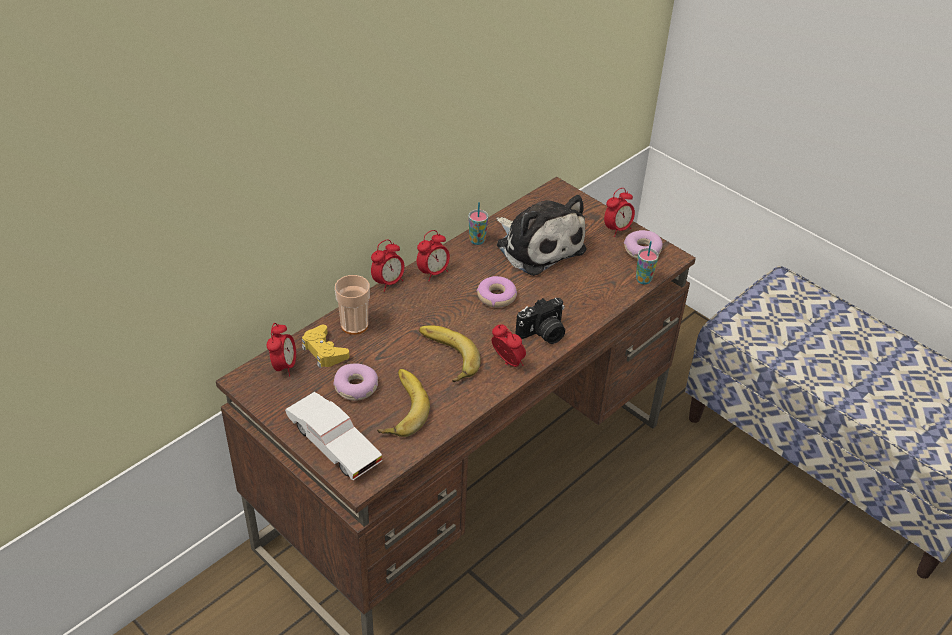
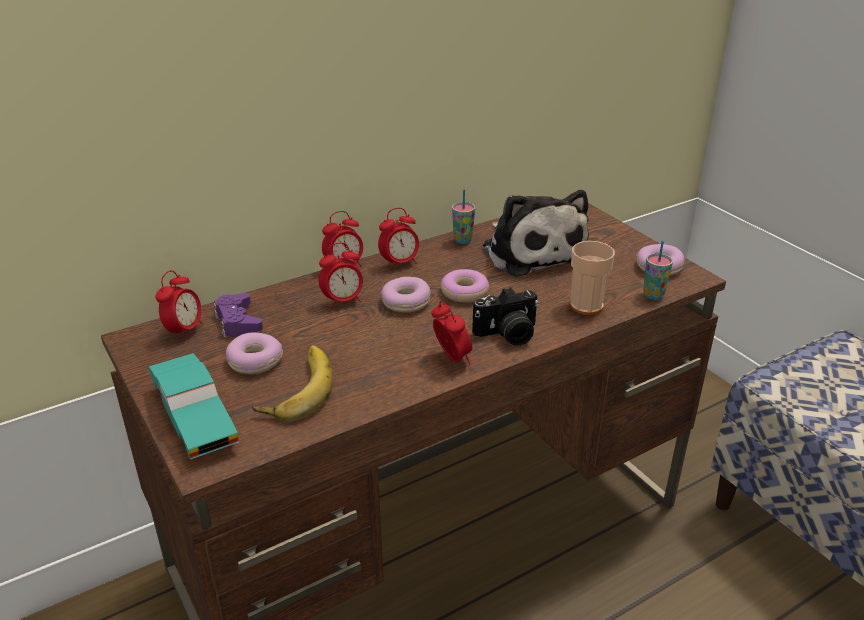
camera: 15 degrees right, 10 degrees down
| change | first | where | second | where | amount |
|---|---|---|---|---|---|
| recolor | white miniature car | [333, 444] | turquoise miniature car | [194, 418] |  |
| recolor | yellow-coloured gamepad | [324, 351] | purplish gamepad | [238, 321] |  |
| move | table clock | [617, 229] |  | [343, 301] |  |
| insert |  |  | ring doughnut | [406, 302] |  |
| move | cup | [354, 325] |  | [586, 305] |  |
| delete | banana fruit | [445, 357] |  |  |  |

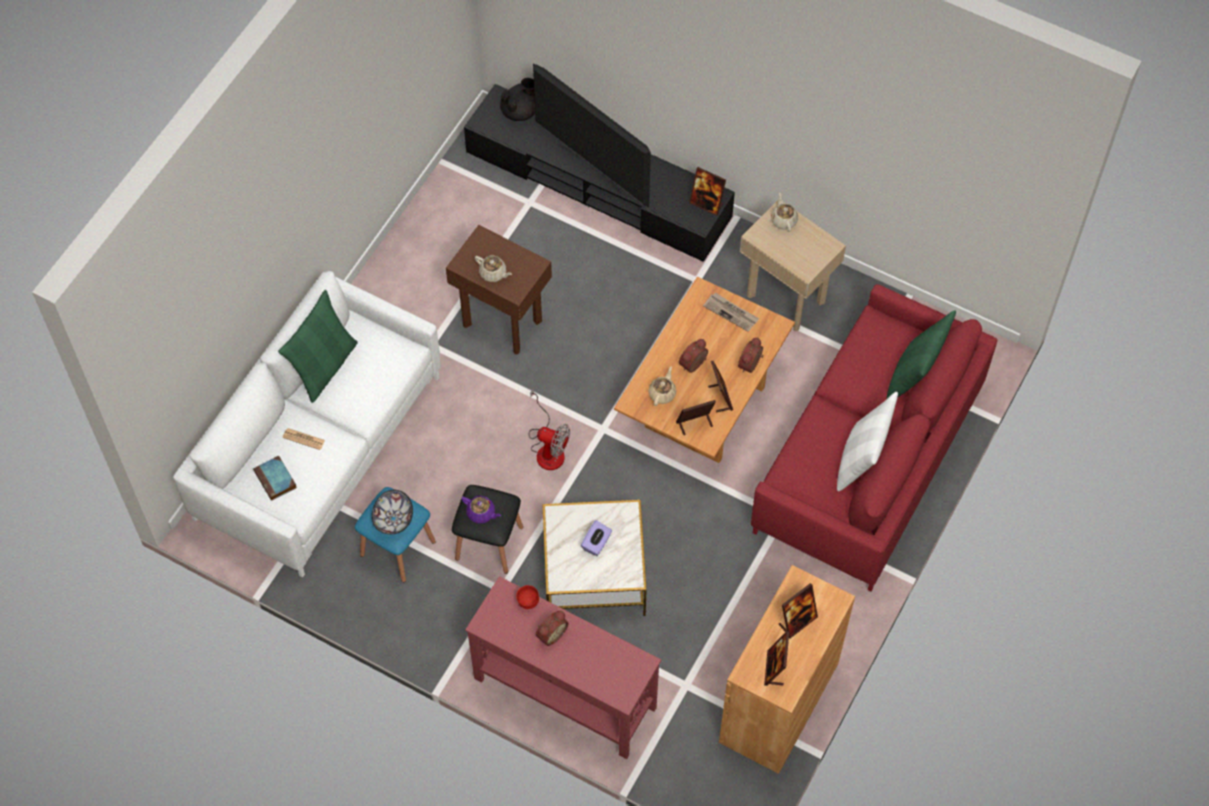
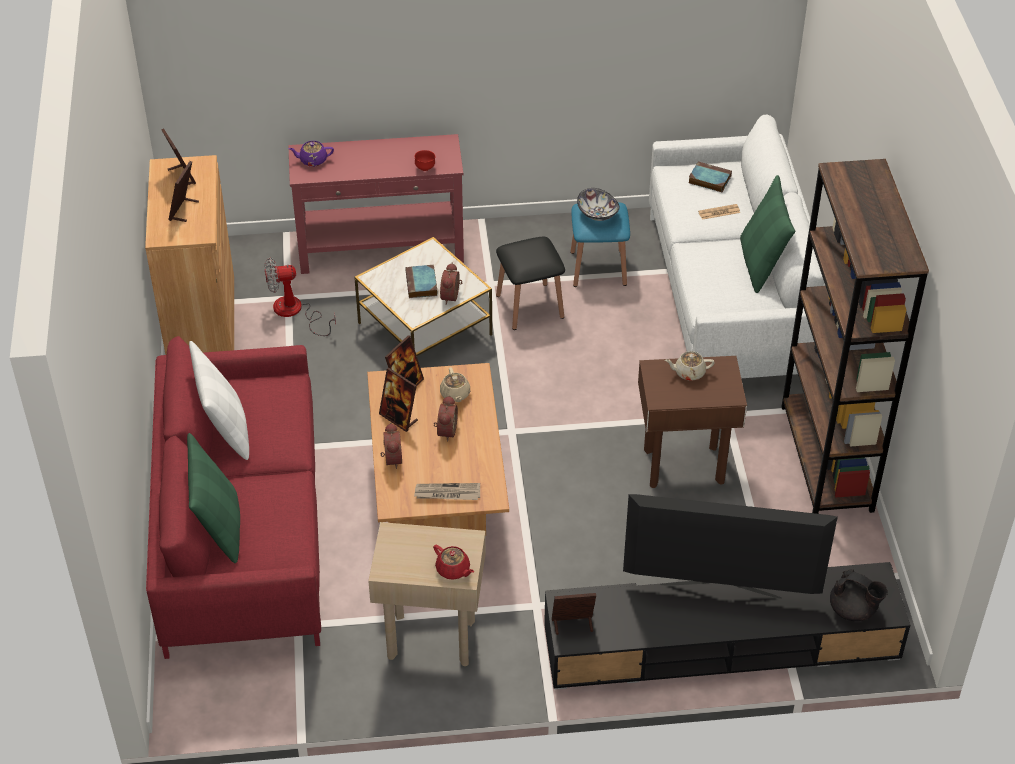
camera: 145 degrees right, 15 degrees down
| change | first | where | second | where | amount |
|---|---|---|---|---|---|
| move | fan | [548, 448] |  | [295, 312] |  |
| move | purplish tea pot | [481, 513] |  | [312, 160] |  |
| replace | purplish tissue box | [596, 543] | volume | [422, 285] |  |
| recolor | beige tea pot | [784, 220] | red tea pot | [453, 570] |  |
| move | table clock | [550, 633] |  | [452, 296] |  |
| insert |  |  | brownish shelving unit | [826, 458] |  |
| rotate | black-coloured tea pot | [520, 111] |  | [853, 610] | 75 degrees counterclockwise |

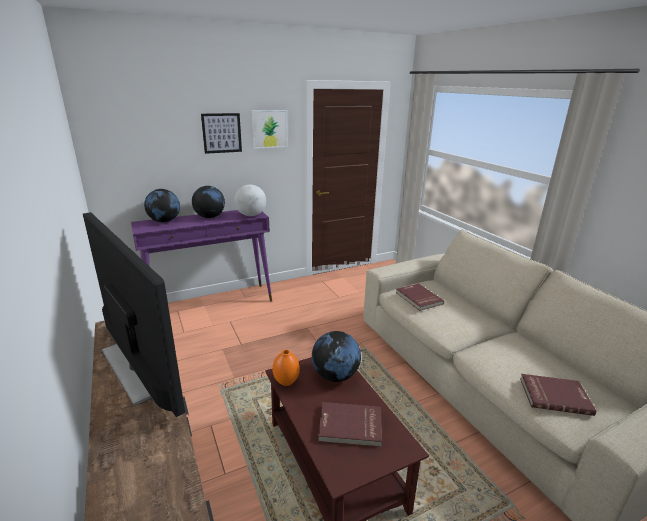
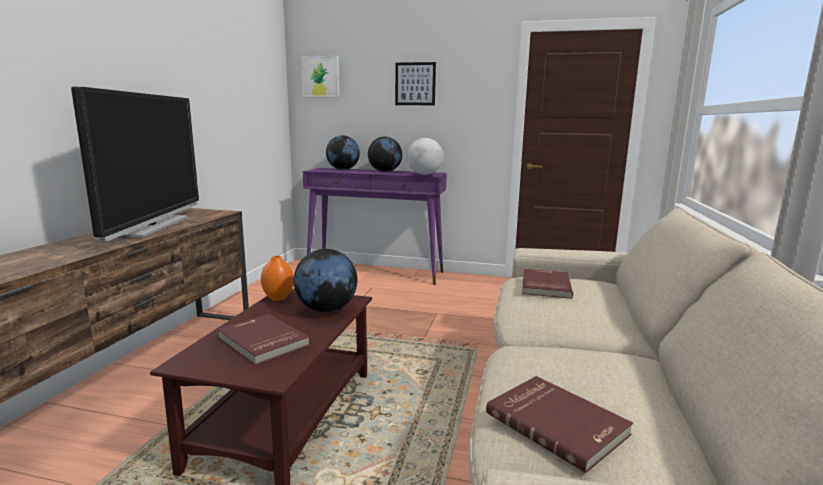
camera: 40 degrees right, 10 degrees down
| change | first | where | second | where | amount |
|---|---|---|---|---|---|
| move | wall picture | [269, 129] |  | [320, 76] |  |

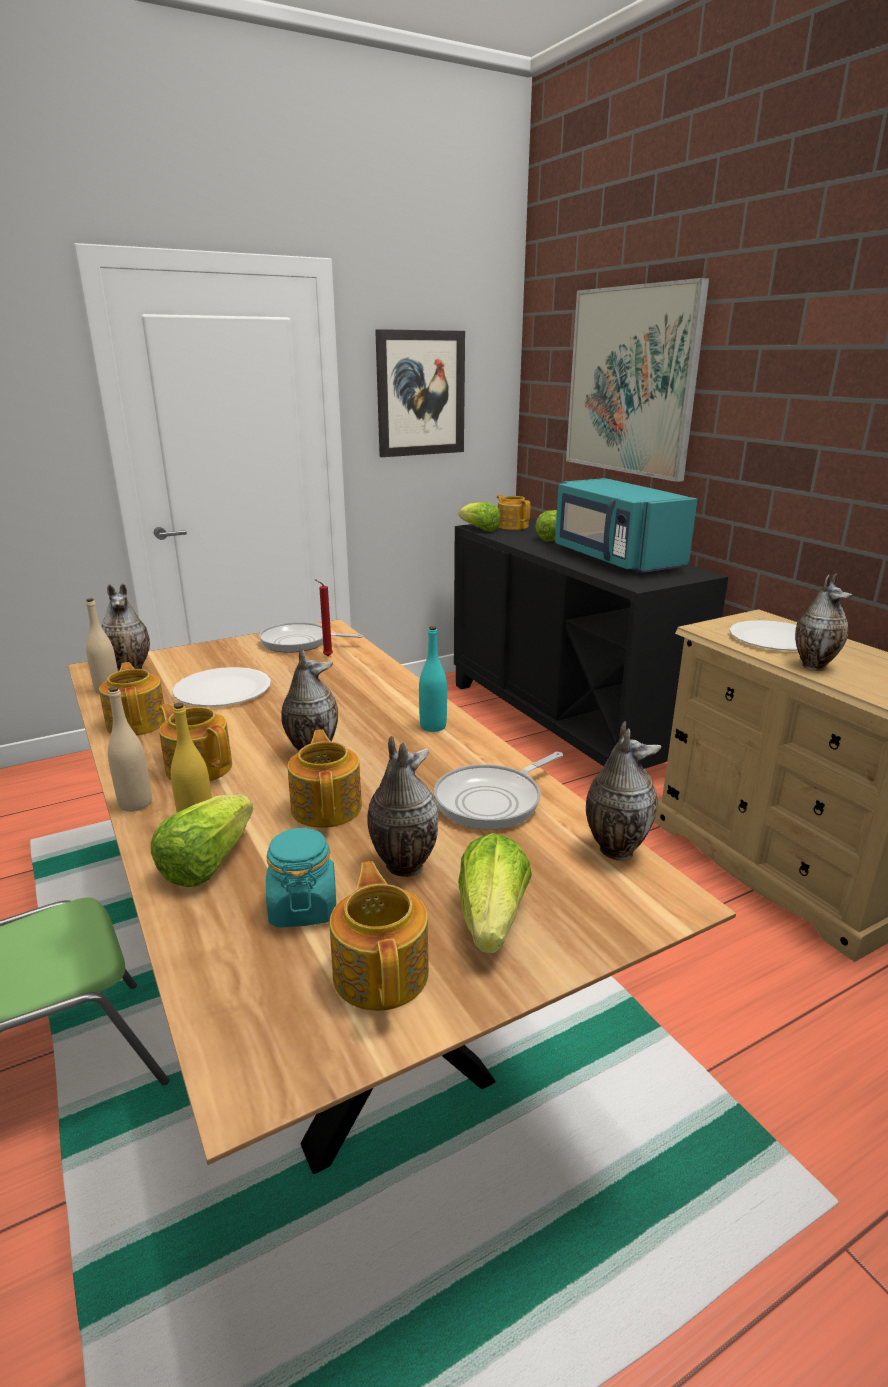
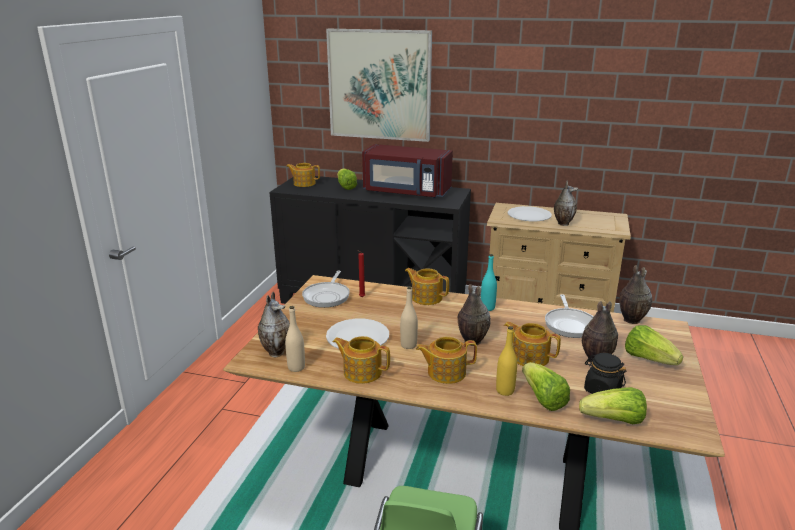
camera: 45 degrees left, 0 degrees up
| change | first | where | second | where | amount |
|---|---|---|---|---|---|
| rotate | pan | [299, 642] |  | [327, 296] | 45 degrees counterclockwise |
| recolor | turquoise microwave | [614, 559] | red microwave | [406, 192] |  |
| move | beige bottle | [135, 804] |  | [408, 345] |  |
| move | tea pot | [382, 971] |  | [426, 297] |  |
| move | lettuce head | [479, 529] |  | [614, 421] |  |
| recolor | turquoise preserve jar | [303, 907] | black-coloured preserve jar | [602, 390] |  |
| delete | wall picture | [420, 394] |  |  |  |

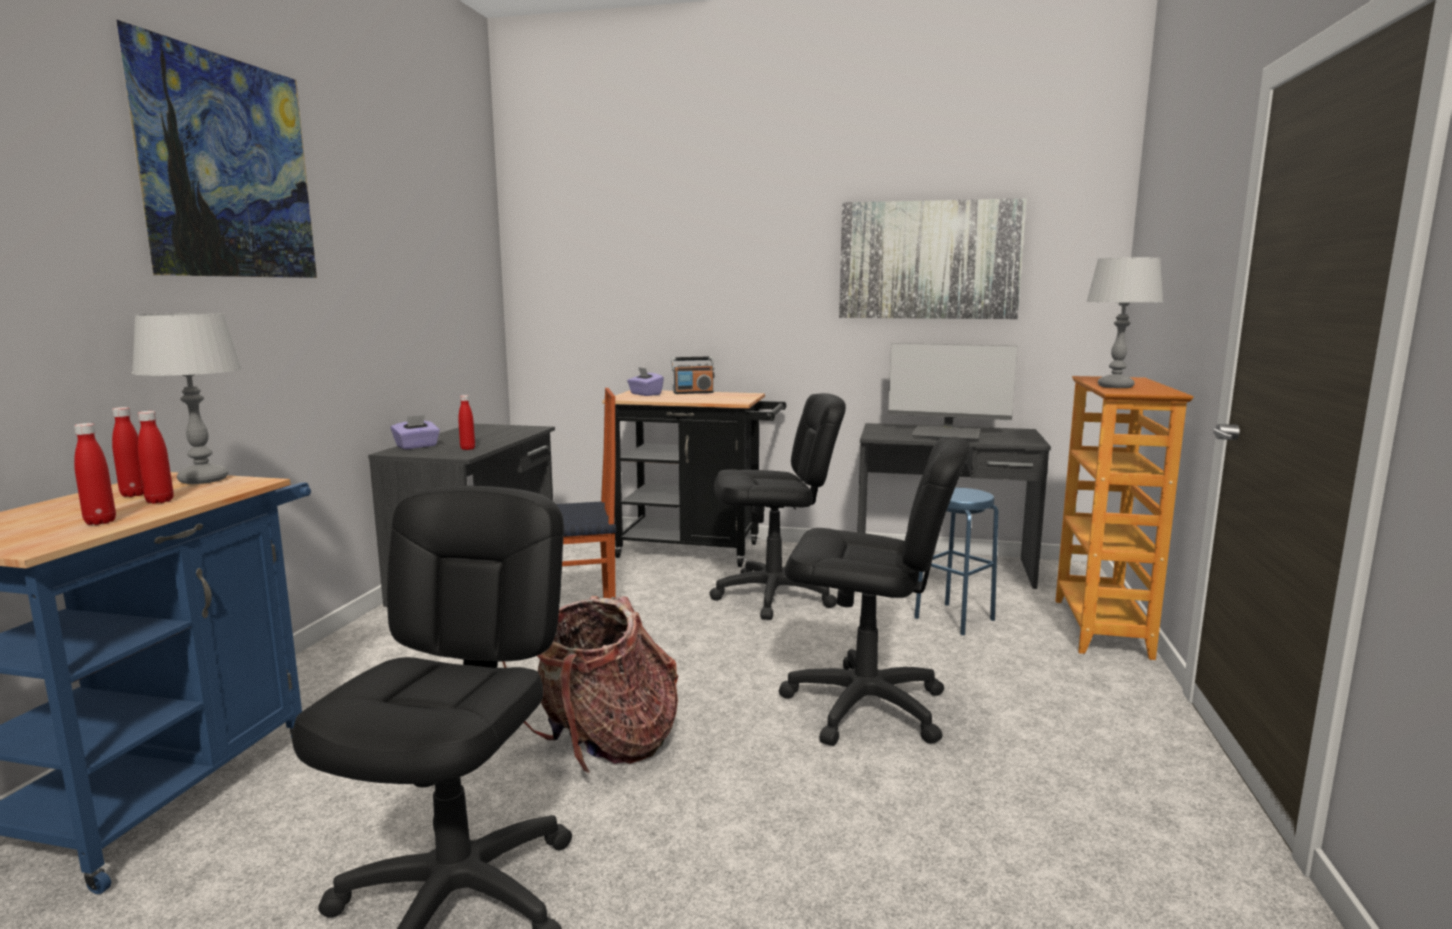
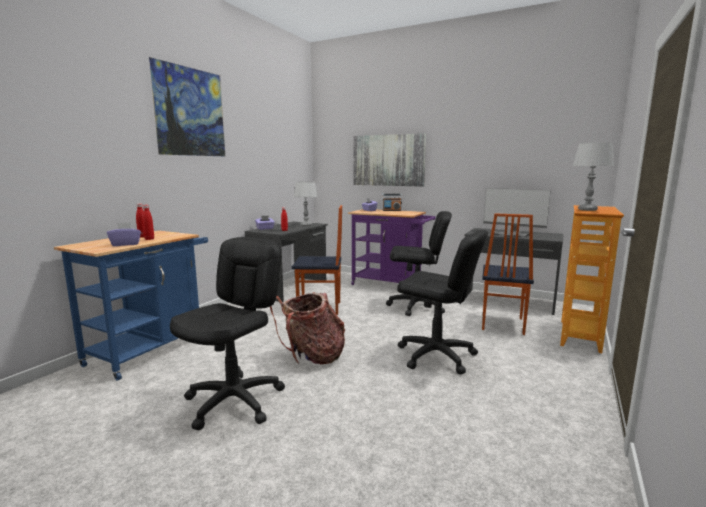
camera: 15 degrees right, 0 degrees up
| change | first | where | second | where | amount |
|---|---|---|---|---|---|
| replace | red bottle | [100, 522] | purplish tissue box | [126, 244] |  |
| move | gray table lamp | [203, 480] |  | [306, 225] |  |
| recolor | black-coloured trolley | [698, 551] | purplish trolley | [390, 284] |  |
| move | wall picture | [929, 260] |  | [388, 160] |  |
| replace | bluish sitting stool | [954, 618] | chair | [501, 324] |  |

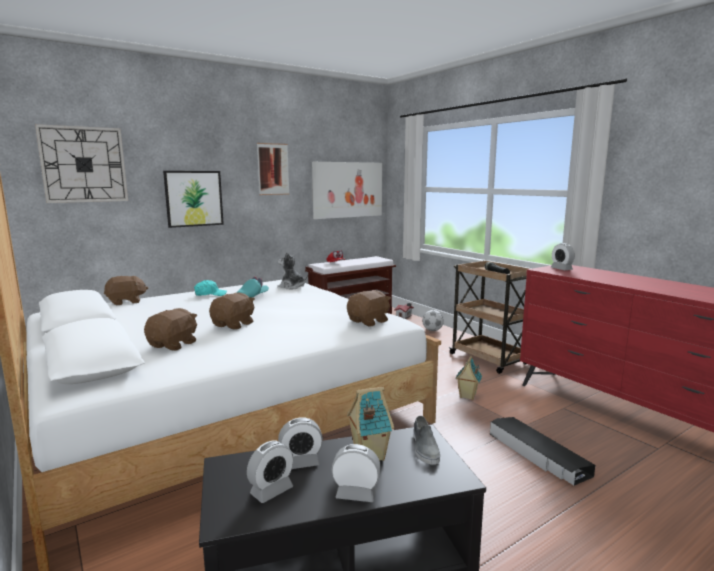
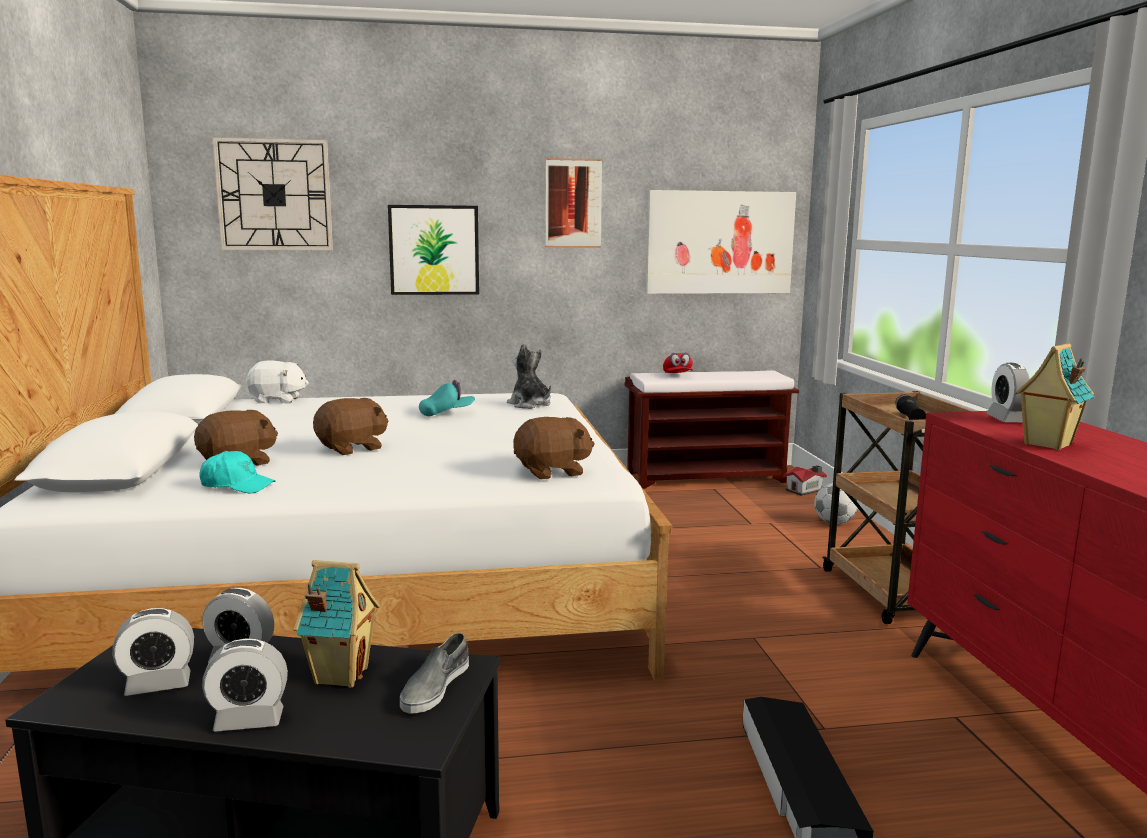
camera: 25 degrees right, 0 degrees up
| change | first | where | second | where | amount |
|---|---|---|---|---|---|
| move | turquoise baseball cap | [210, 294] |  | [237, 485] |  |
| rotate | table clock | [356, 494] |  | [249, 720] | 135 degrees clockwise |
| recolor | brownish cuddly toy | [126, 302] | white cuddly toy | [277, 400] |  |
| move | toy house | [467, 396] |  | [1046, 444] |  |

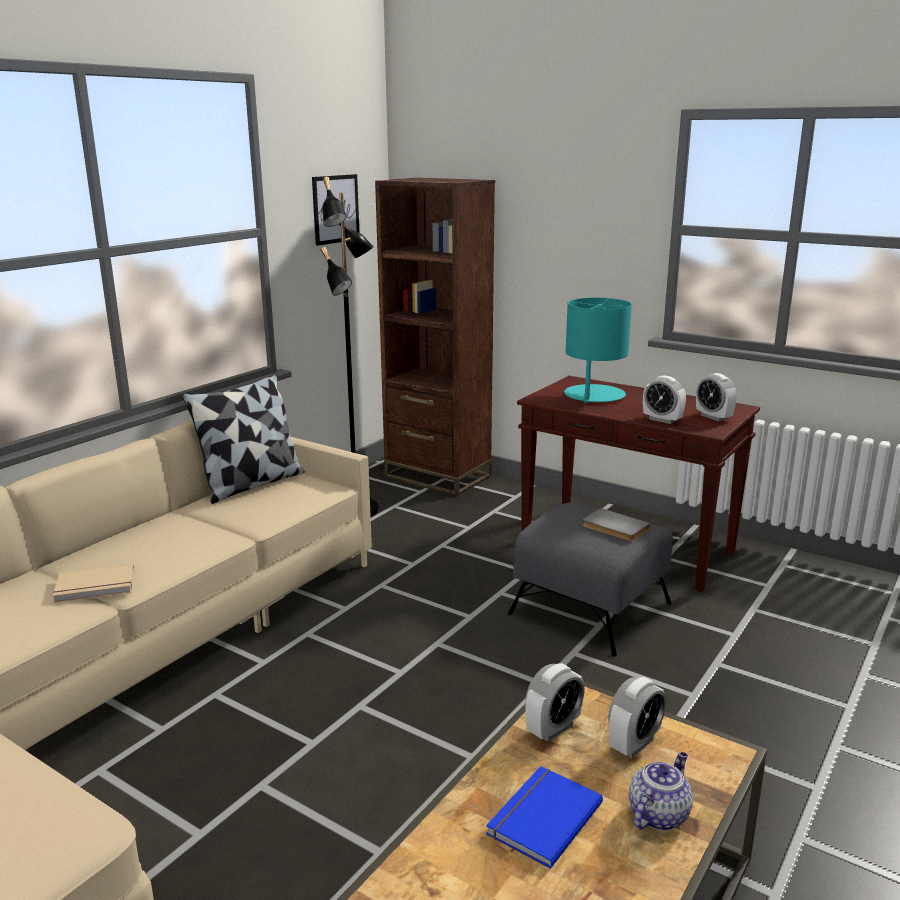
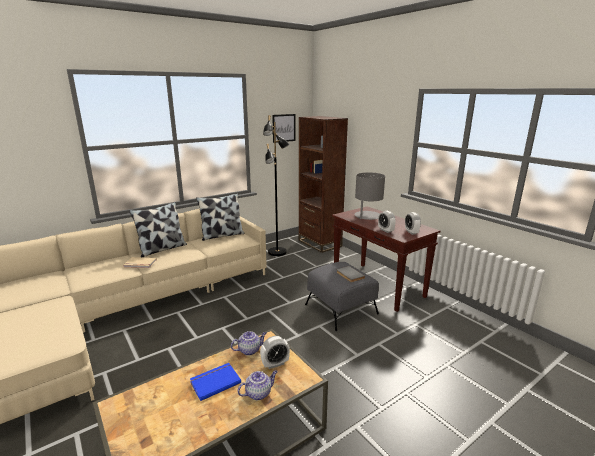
camera: 20 degrees right, 0 degrees up
| change | first | where | second | where | amount |
|---|---|---|---|---|---|
| insert |  |  | pillow | [162, 249] |  |
| replace | table clock | [553, 729] | tea pot | [250, 350] |  |
| recolor | turquoise table lamp | [594, 395] | gray table lamp | [367, 216] |  |

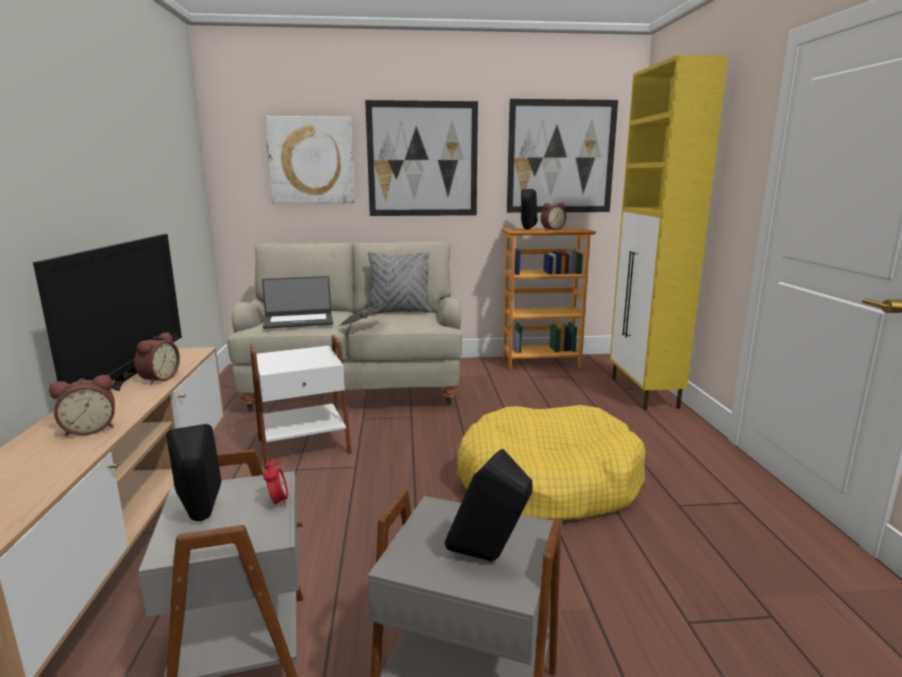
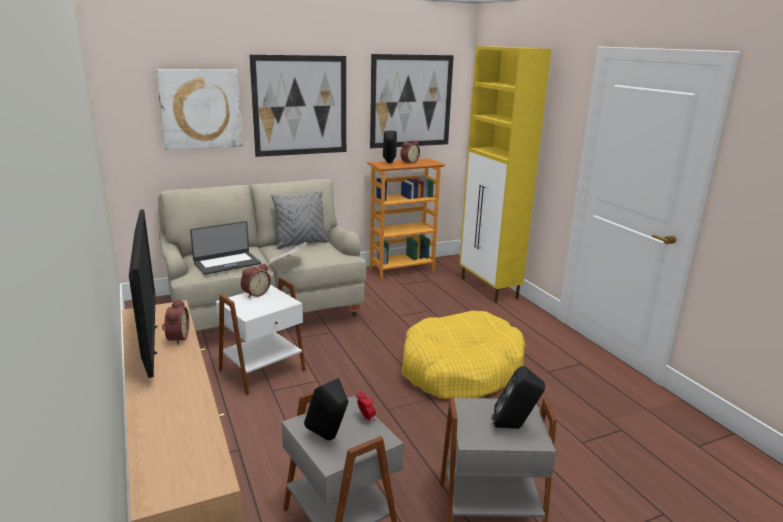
camera: 20 degrees left, 5 degrees up
| change | first | where | second | where | amount |
|---|---|---|---|---|---|
| move | table clock | [90, 429] |  | [255, 293] |  |

